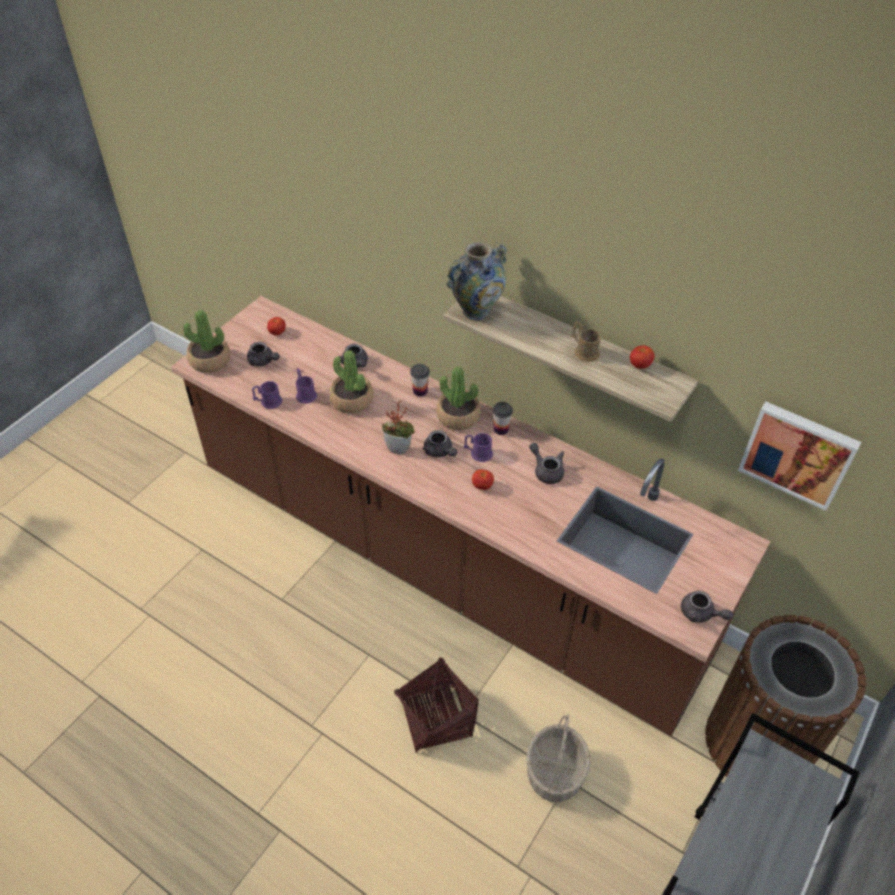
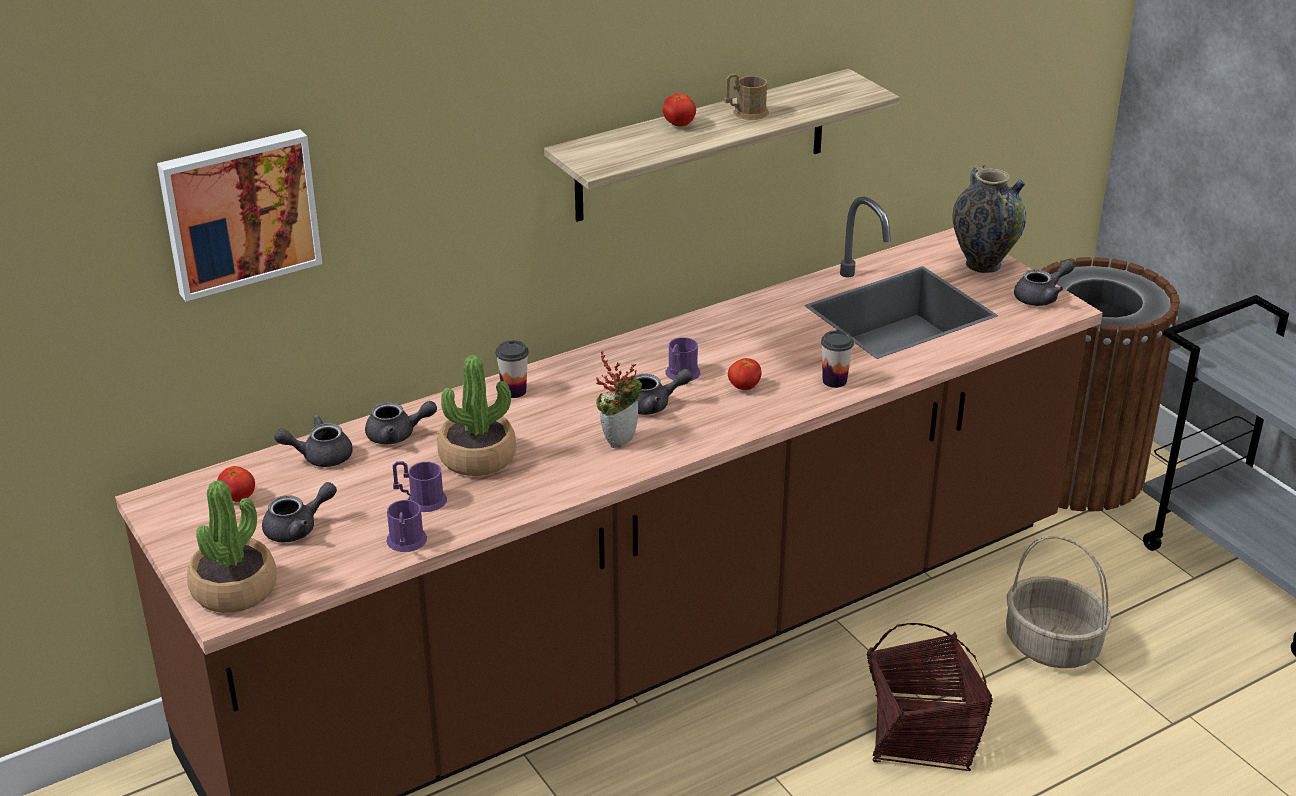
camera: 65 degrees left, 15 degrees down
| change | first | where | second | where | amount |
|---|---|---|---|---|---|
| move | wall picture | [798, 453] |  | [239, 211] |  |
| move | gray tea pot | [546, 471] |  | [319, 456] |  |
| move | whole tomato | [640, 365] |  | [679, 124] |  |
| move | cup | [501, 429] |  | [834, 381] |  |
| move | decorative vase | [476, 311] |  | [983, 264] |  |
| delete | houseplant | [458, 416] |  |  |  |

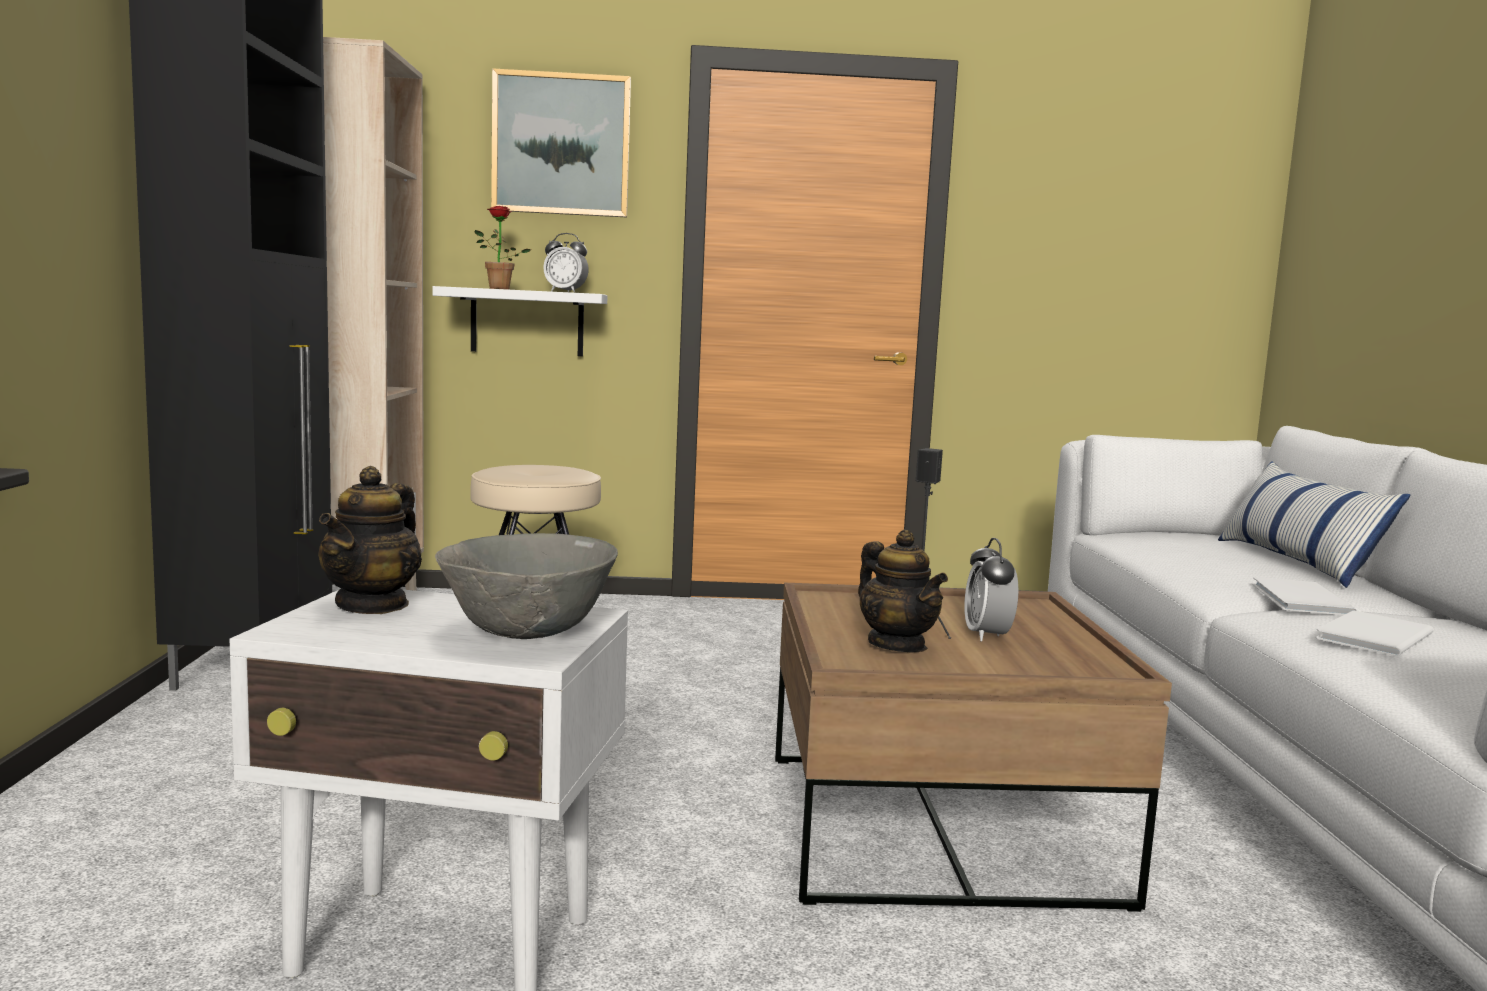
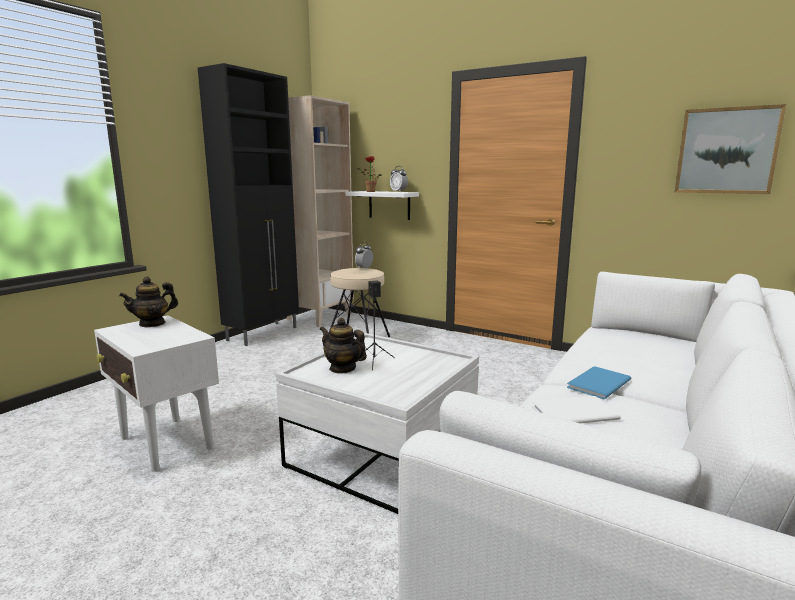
camera: 35 degrees right, 5 degrees up
| change | first | where | second | where | amount |
|---|---|---|---|---|---|
| recolor | brownish coffee table | [936, 827] | white coffee table | [382, 454] |  |
| rotate | tea pot | [897, 645] |  | [342, 368] | 120 degrees clockwise |
| move | table clock | [987, 635] |  | [364, 268] |  |
| recolor | white volume | [1299, 599] | bluish volume | [596, 384] |  |
| move | wall picture | [561, 145] |  | [726, 151] |  |
| delete | gray deep dish | [528, 634] |  |  |  |
| delete | pillow | [1297, 562] |  |  |  |

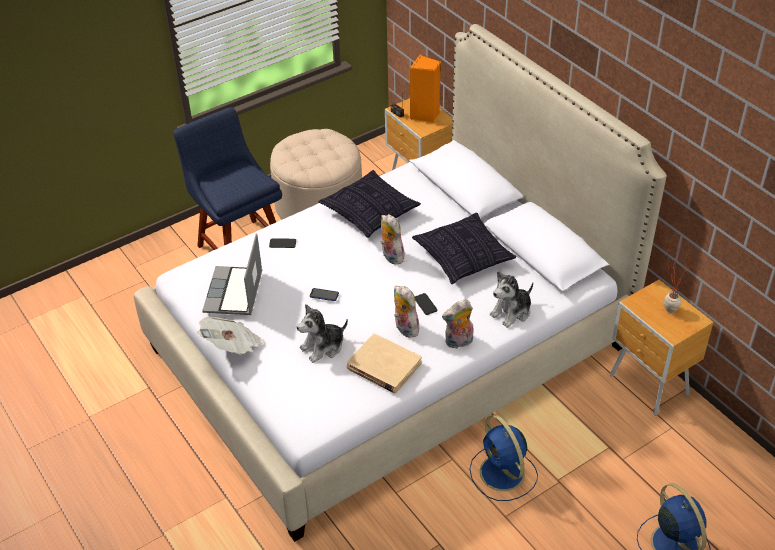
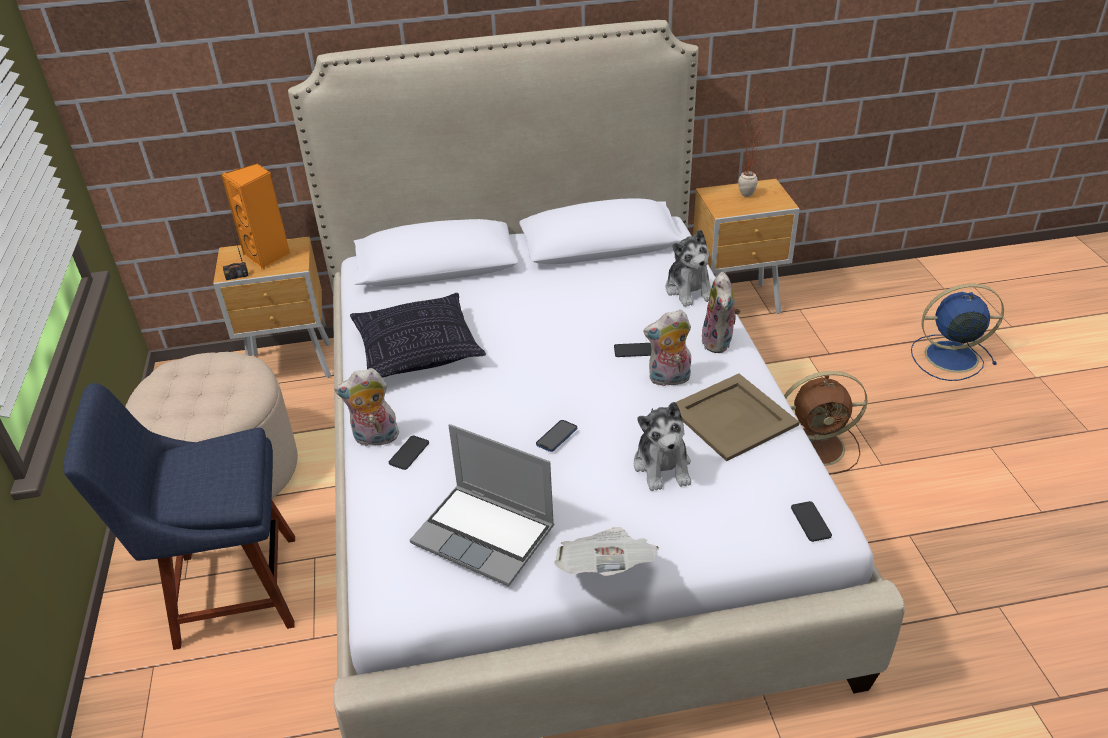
camera: 65 degrees left, 5 degrees down
| change | first | where | second | where | amount |
|---|---|---|---|---|---|
| move | cuddly toy | [390, 256] |  | [375, 439] |  |
| replace | beige volume | [383, 366] | beige serving tray | [731, 416] |  |
| recolor | bluish fan | [503, 474] | brownish fan | [818, 446] |  |
| insert |  |  | phone | [810, 521] |  |
| delete | pillow | [463, 258] |  |  |  |

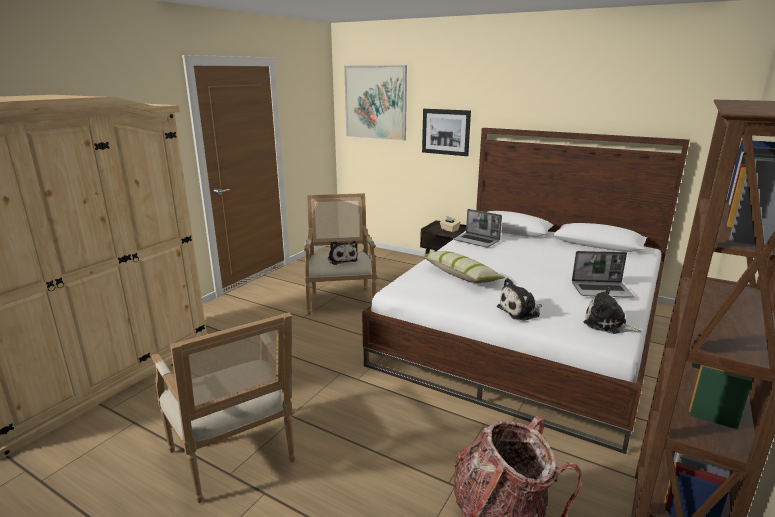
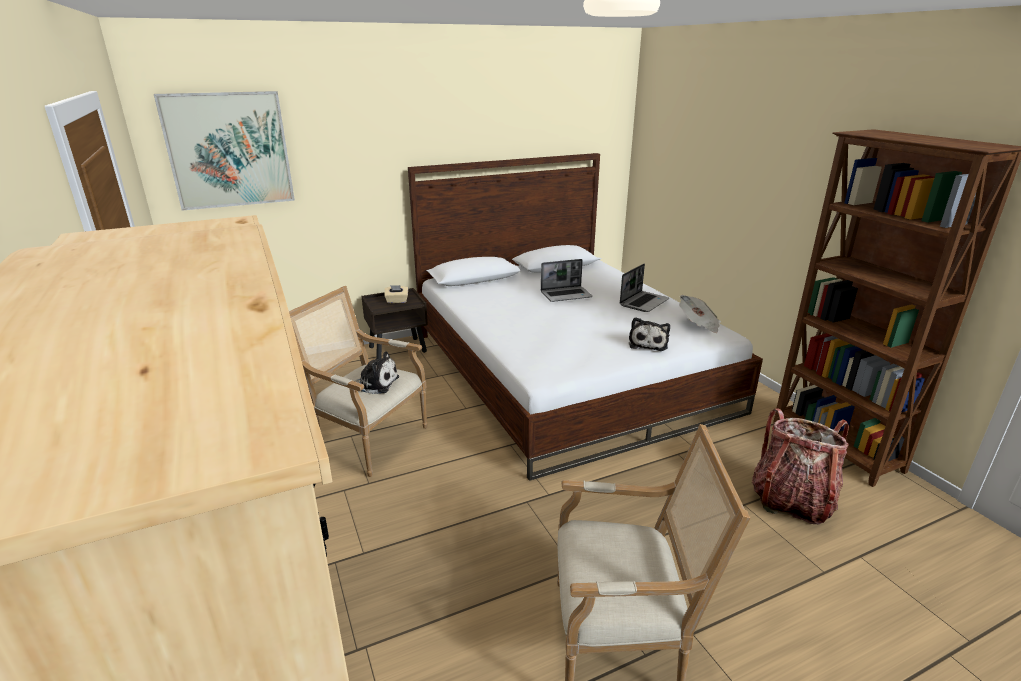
camera: 55 degrees left, 5 degrees up
| change | first | where | second | where | amount |
|---|---|---|---|---|---|
| move | notebook computer | [477, 241] |  | [566, 295] |  |
| replace | cuddly toy | [607, 324] | newspaper | [698, 325] |  |
| delete | pillow | [460, 275] |  |  |  |
| delete | wall picture | [445, 132] |  |  |  |

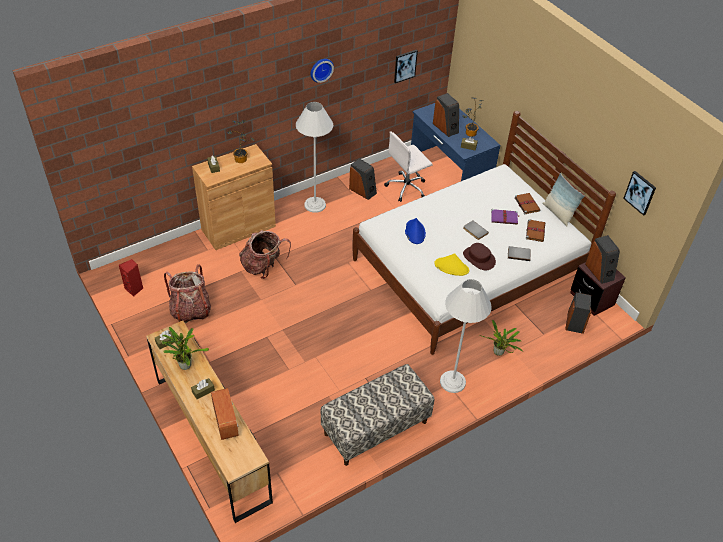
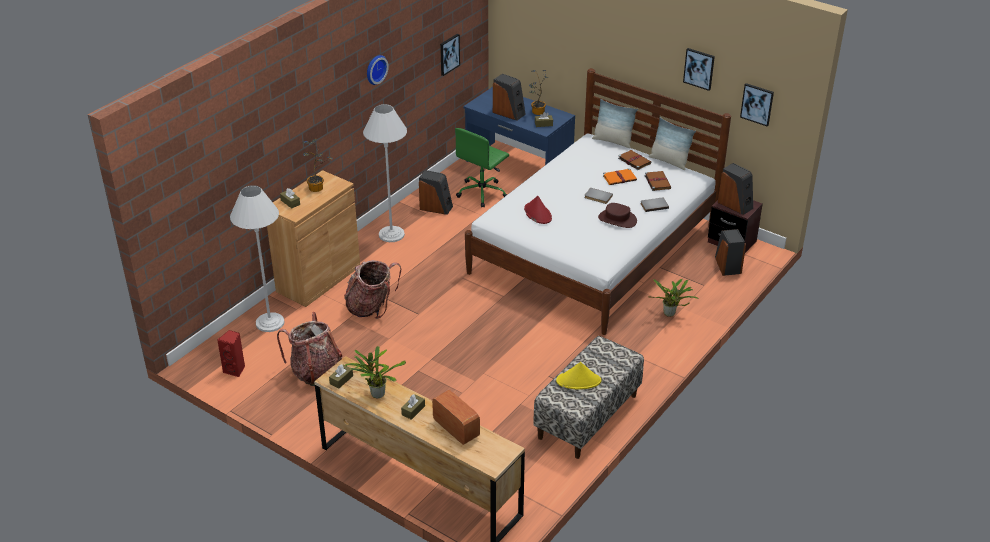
camera: 20 degrees left, 10 degrees down
| change | first | where | second | where | amount |
|---|---|---|---|---|---|
| move | white standing lamp | [452, 382] |  | [270, 322] |  |
| recolor | white computer chair | [407, 188] | greenish computer chair | [482, 193] |  |
| recolor | bluish hat | [415, 232] | red hat | [537, 214] |  |
| move | yellow-coloured hat | [451, 267] |  | [578, 381] |  |
| insert |  |  | pillow | [613, 141] |  |
| recolor | purplish volume | [504, 218] | orangey volume | [620, 178] |  |
| insert |  |  | wall picture | [699, 68] |  |

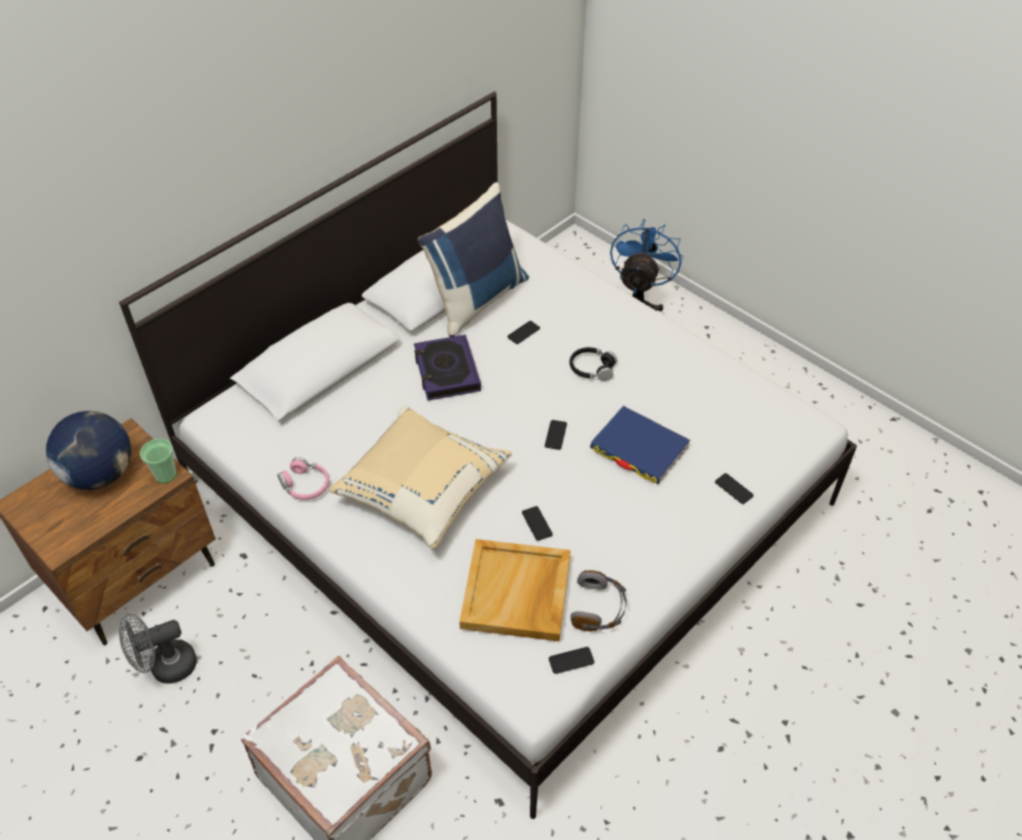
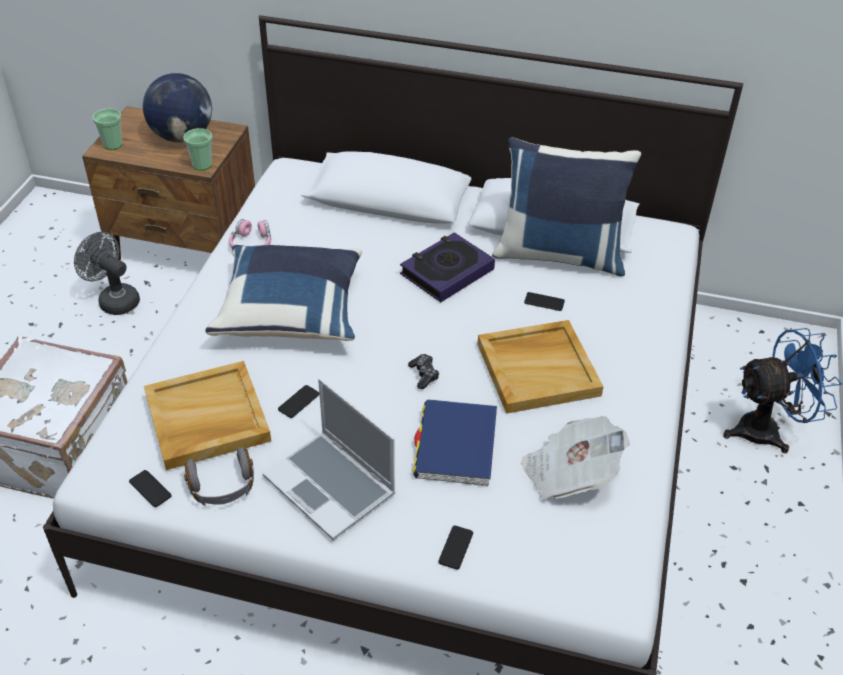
camera: 60 degrees right, 5 degrees down
| change | first | where | second | where | amount |
|---|---|---|---|---|---|
| insert |  |  | cup | [113, 144] |  |
| recolor | beige pillow | [421, 490] | bluish pillow | [291, 312] |  |
| insert |  |  | notebook computer | [332, 486] |  |
| replace | phone | [555, 435] | gamepad | [424, 375] |  |
| replace | black-coloured headphones | [592, 368] | beige serving tray | [538, 369] |  |
| insert |  |  | newspaper | [569, 474] |  |

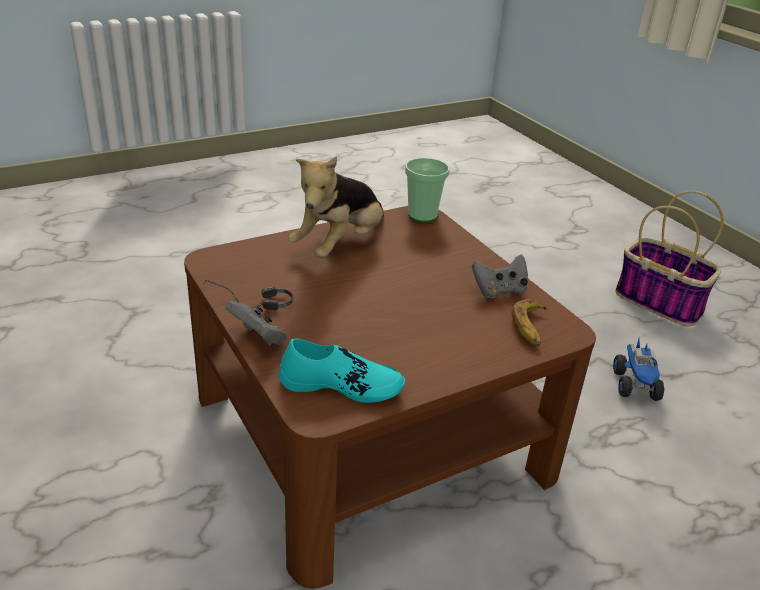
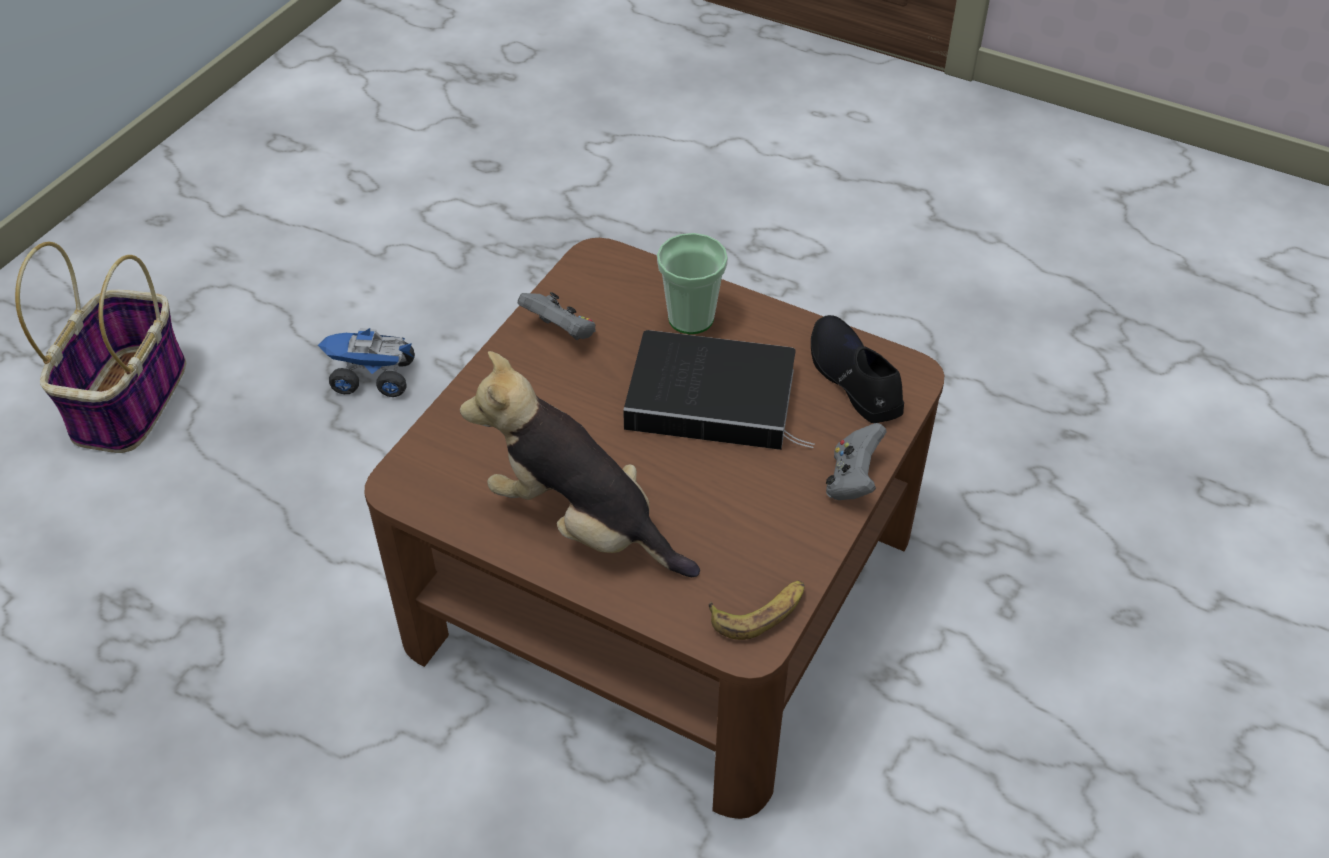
camera: 120 degrees left, 15 degrees up
| change | first | where | second | where | amount |
|---|---|---|---|---|---|
| rotate | model truck | [636, 386] |  | [372, 378] | 150 degrees counterclockwise |
| rotate | cuddly toy | [340, 245] |  | [582, 523] | 150 degrees counterclockwise |
| insert |  |  | volume | [716, 398] |  |
| move | cup | [422, 215] |  | [691, 318] |  |
| move | banana fruit | [530, 328] |  | [759, 612] |  |
| recolor | turquoise low shoe | [341, 385] | black-coloured low shoe | [853, 377] |  |
| delete | headphones | [249, 304] |  |  |  |

